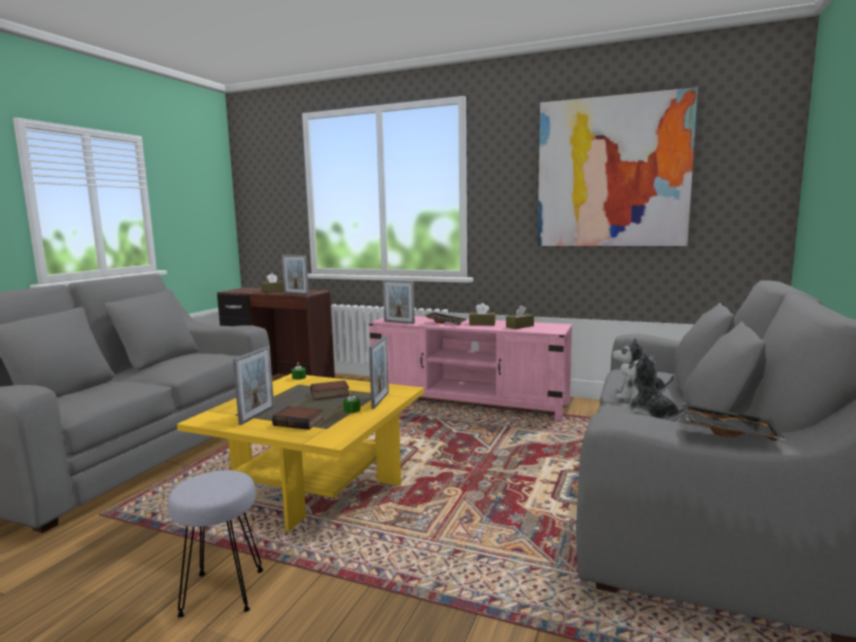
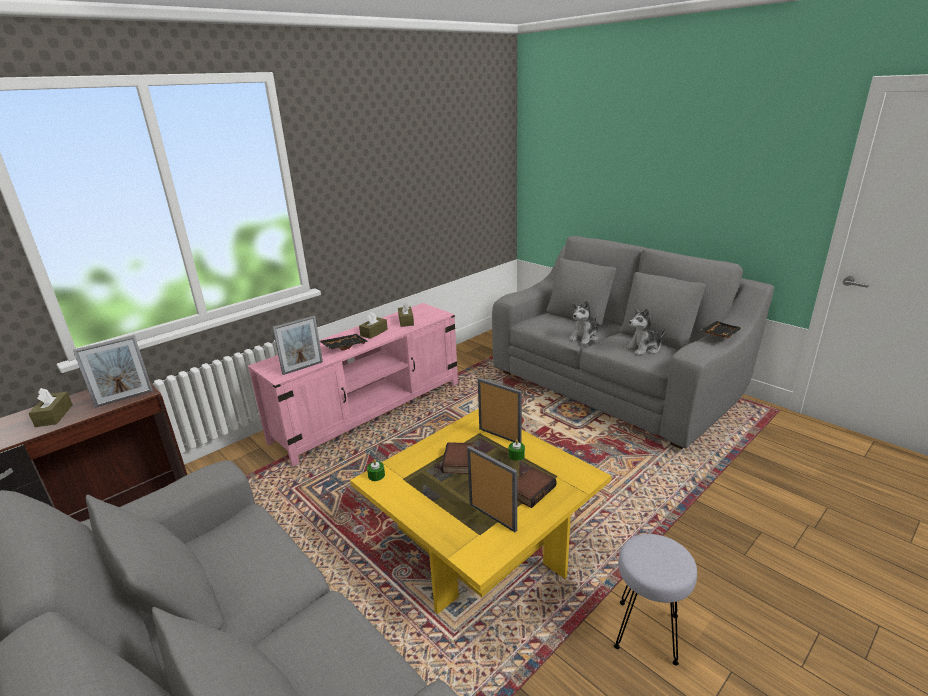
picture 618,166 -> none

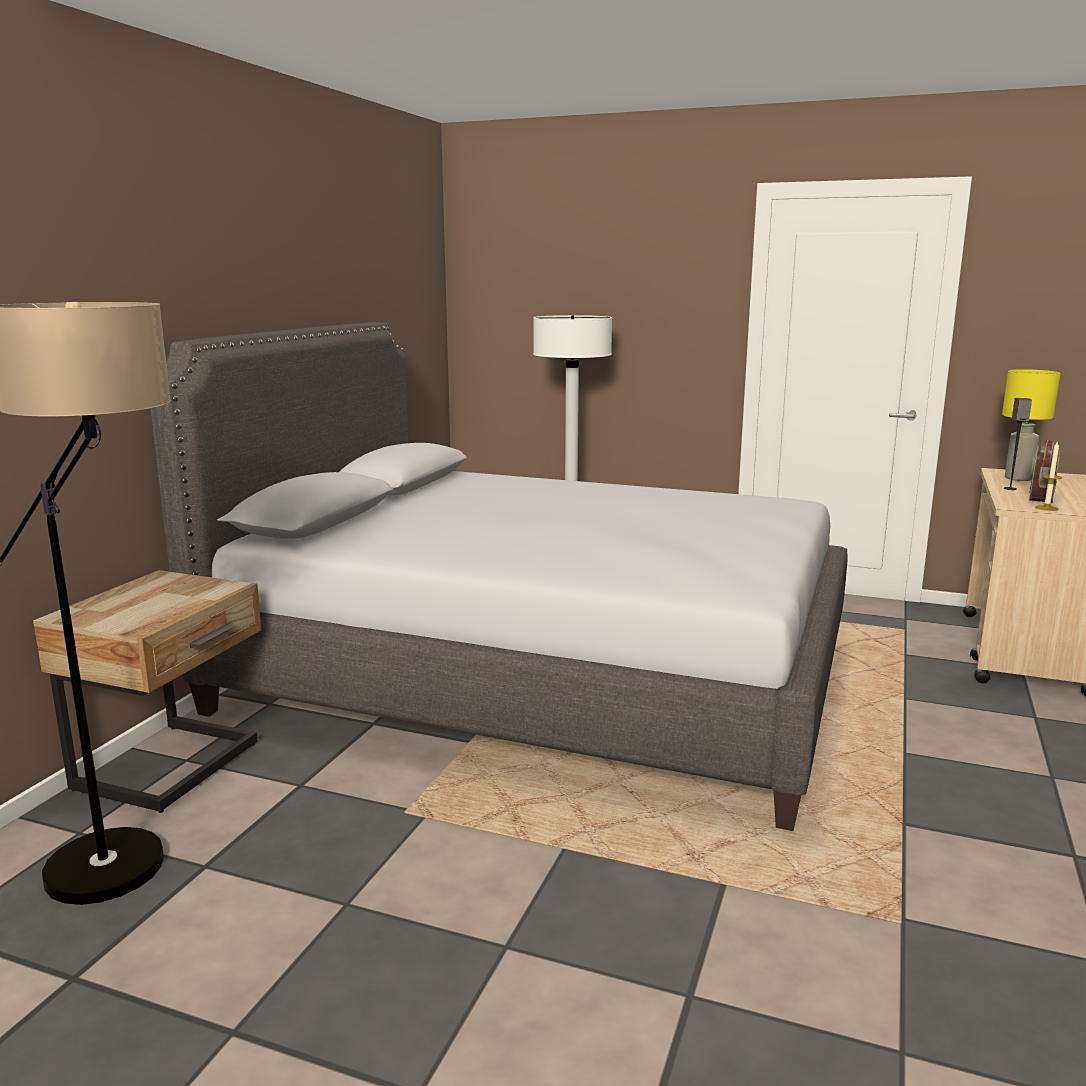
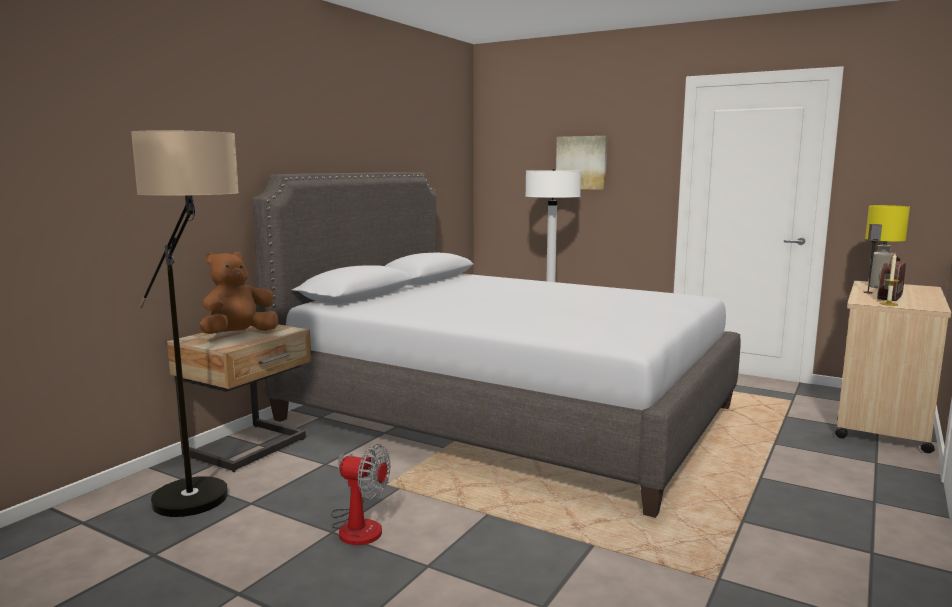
none -> picture 581,163
none -> plush toy (brown) 239,293
none -> fan 360,494

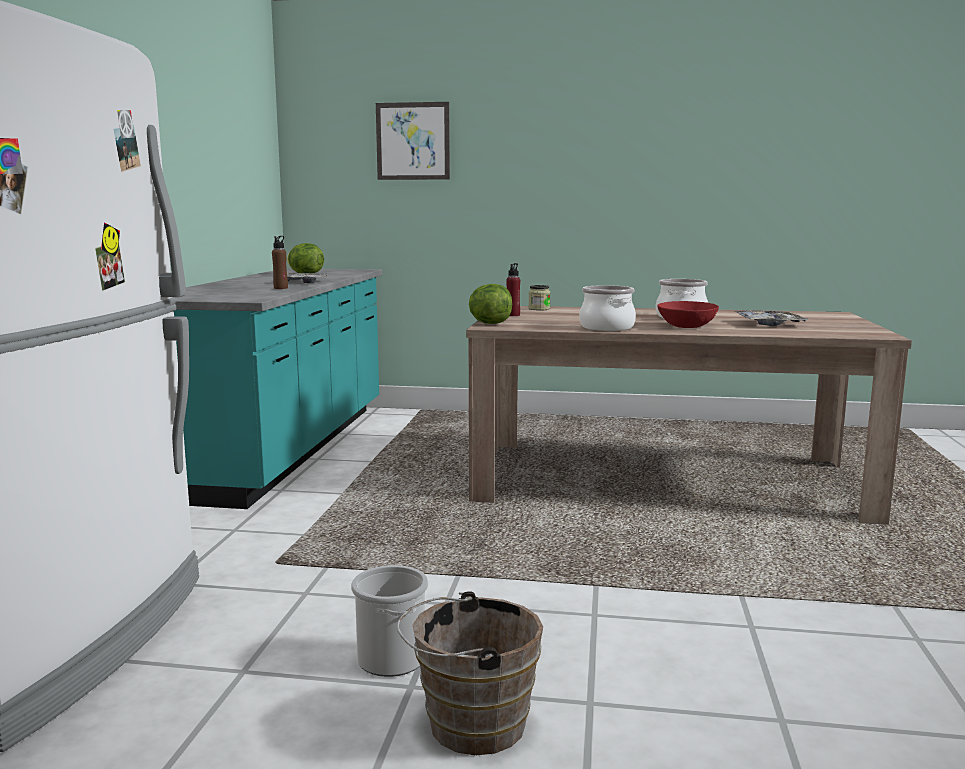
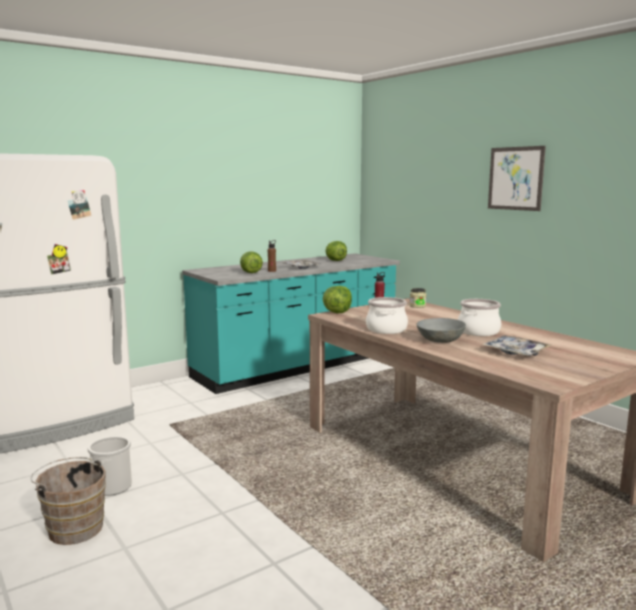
picture 413,141 -> picture 517,178, relocated
bowl (red) 688,314 -> bowl (grey) 441,330
none -> lettuce 251,262

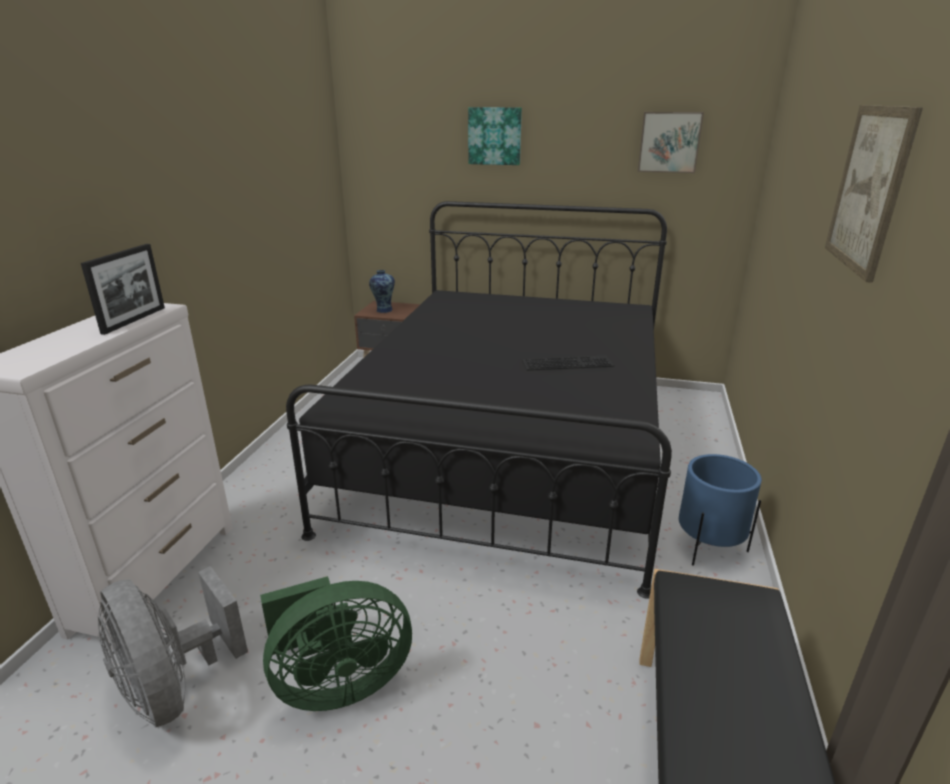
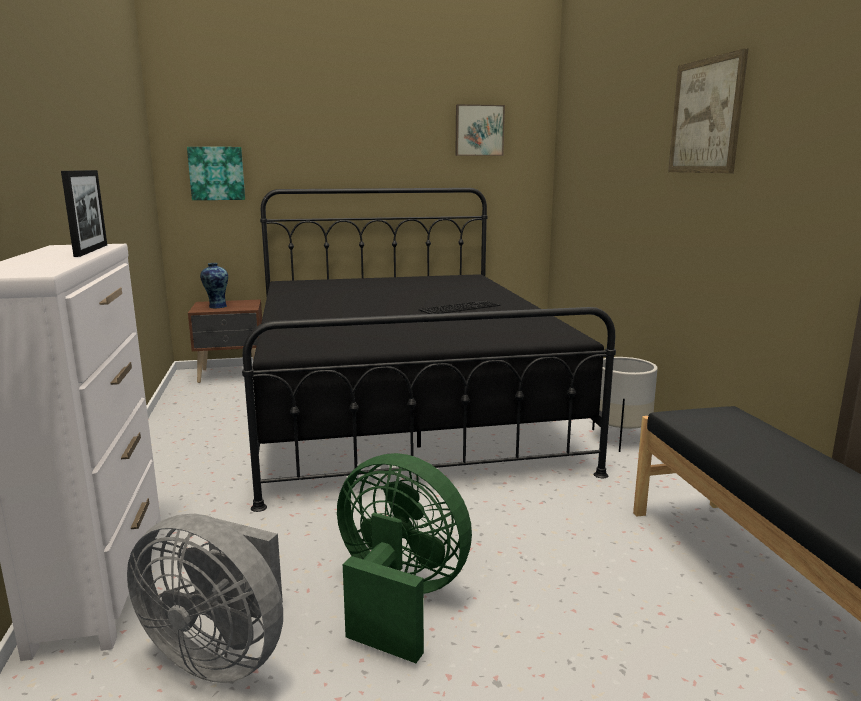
picture 495,136 -> picture 216,173, relocated
planter (blue) 720,510 -> planter (white) 625,404
fan (green) 336,643 -> fan (green) 404,558, 105 degrees counterclockwise

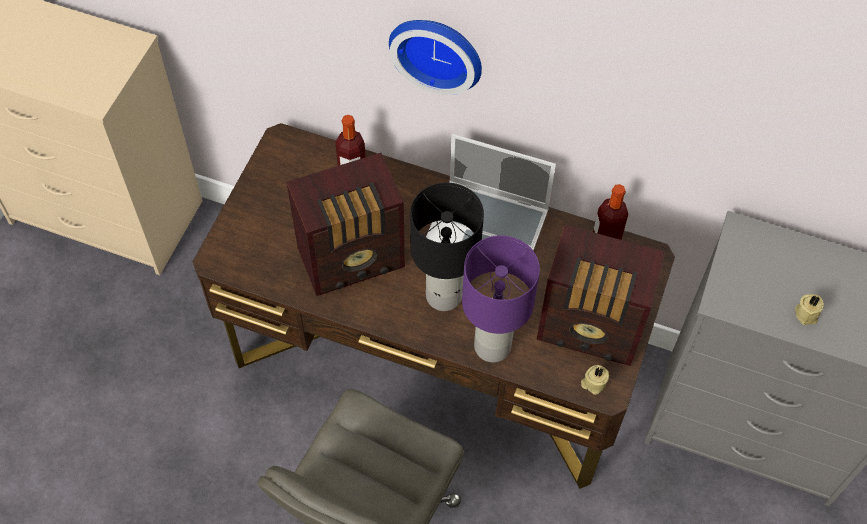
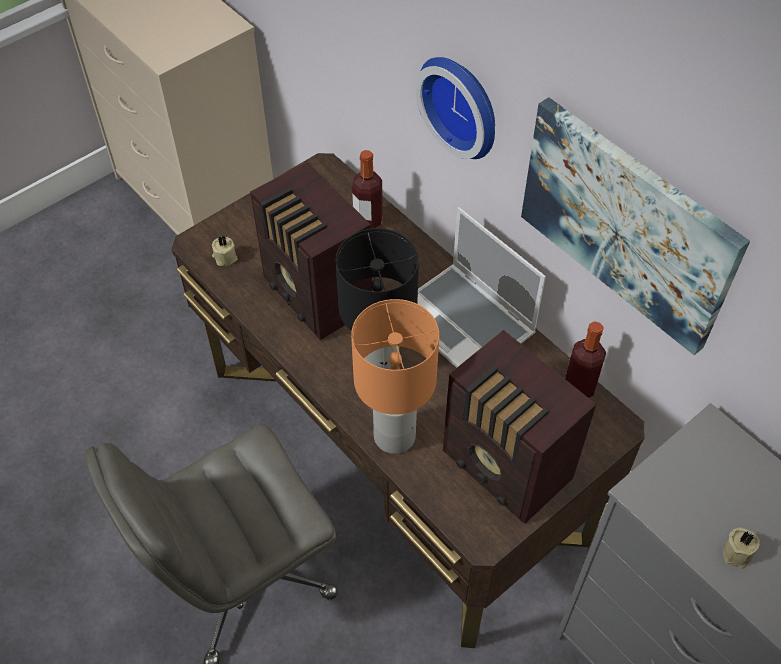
radio 346,224 -> radio 311,251, 45 degrees clockwise
table lamp (purple) 501,298 -> table lamp (orange) 395,376
candle (beige) 595,380 -> candle (beige) 225,251, relocated
none -> picture 635,226

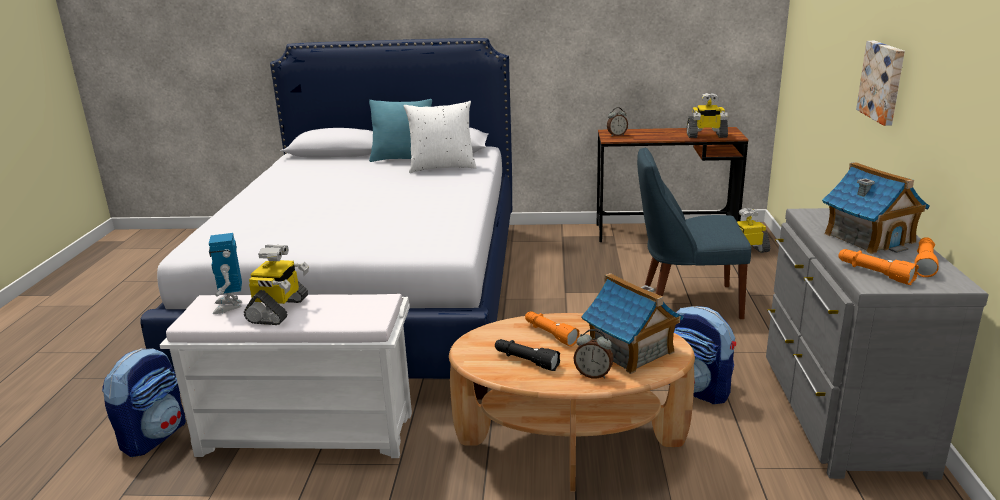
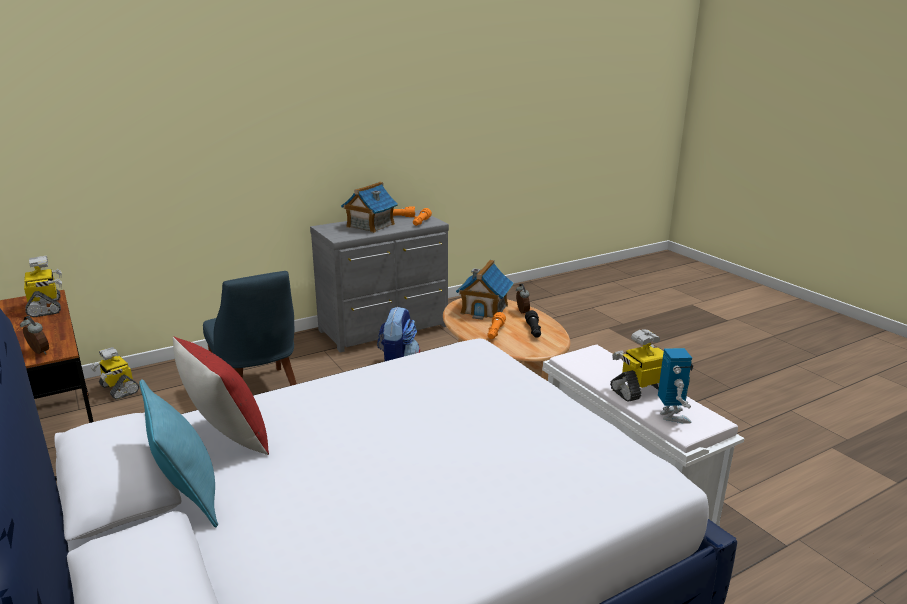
picture 880,83 -> none
pillow (white) 440,137 -> pillow (red) 221,396
toy robot 225,273 -> toy robot 675,386, 45 degrees counterclockwise
backpack 144,402 -> none

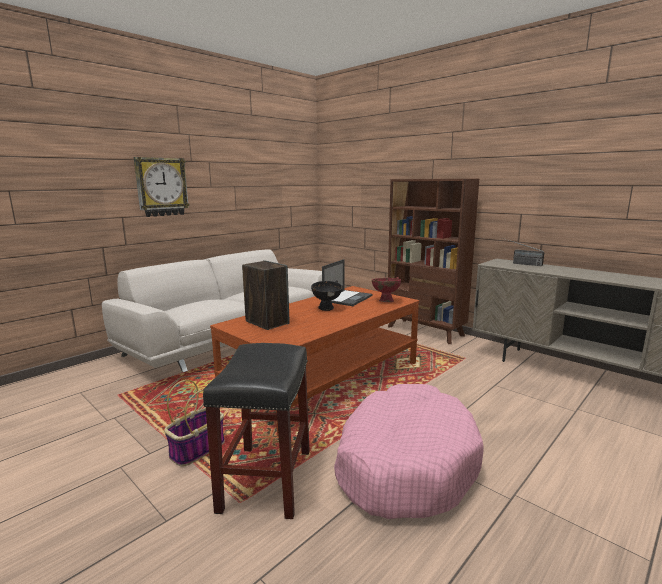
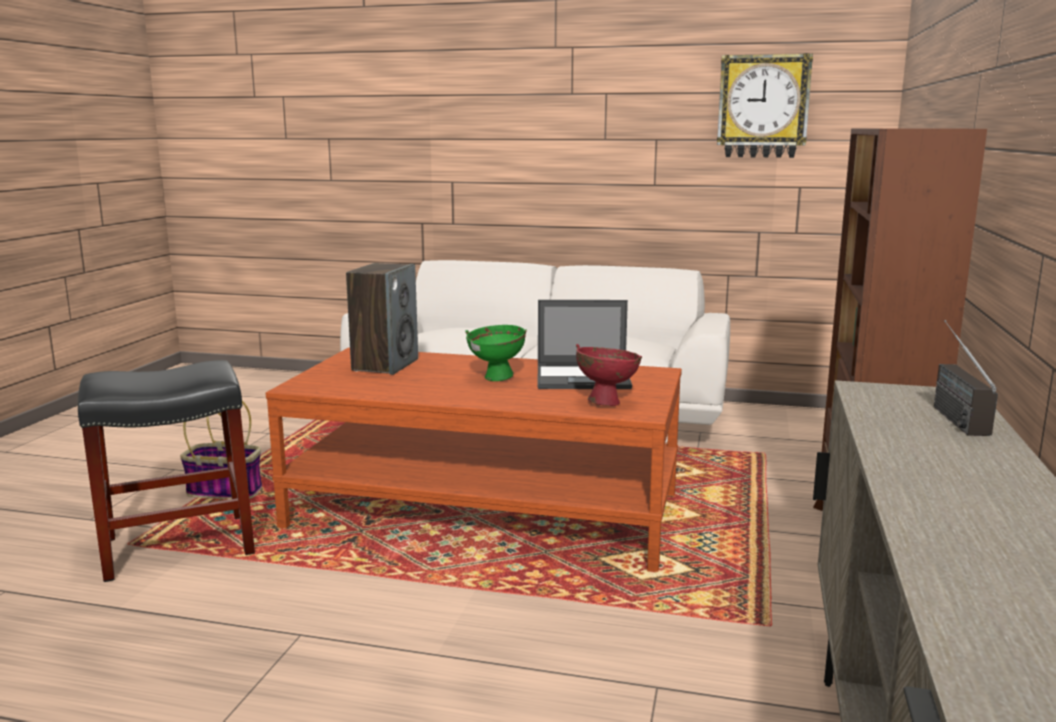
wall clock 162,187 -> wall clock 765,105, relocated
bowl (black) 326,295 -> bowl (green) 496,353
dog bed (pink) 408,451 -> none

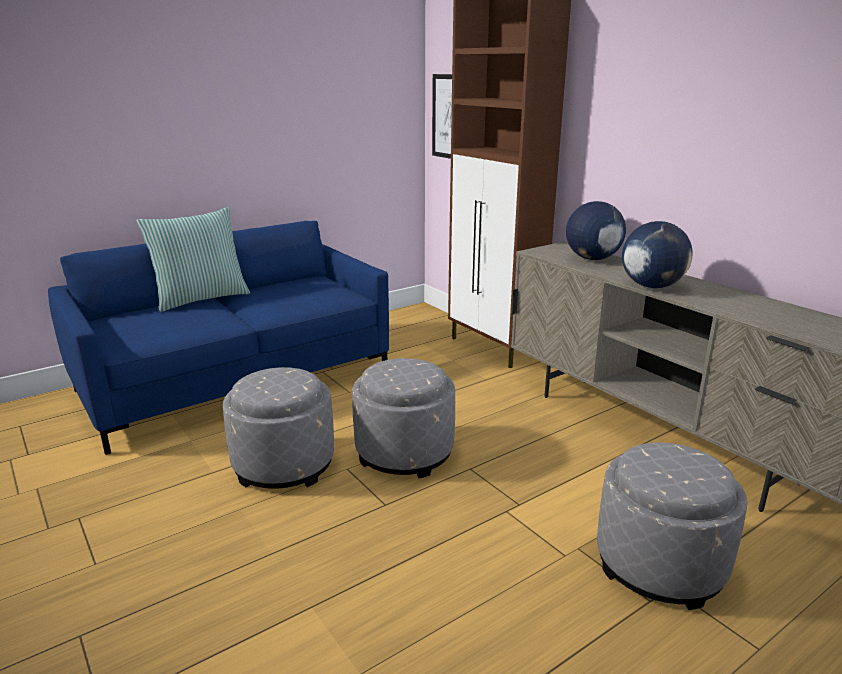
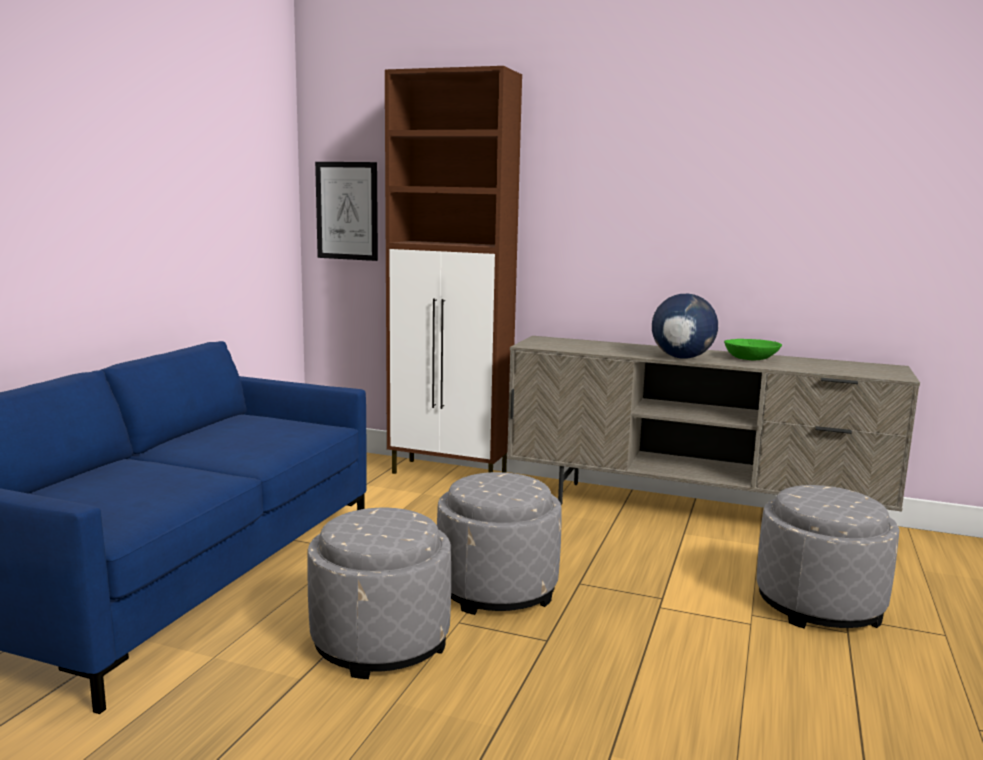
globe 596,230 -> none
pillow 193,259 -> none
none -> bowl (green) 753,349

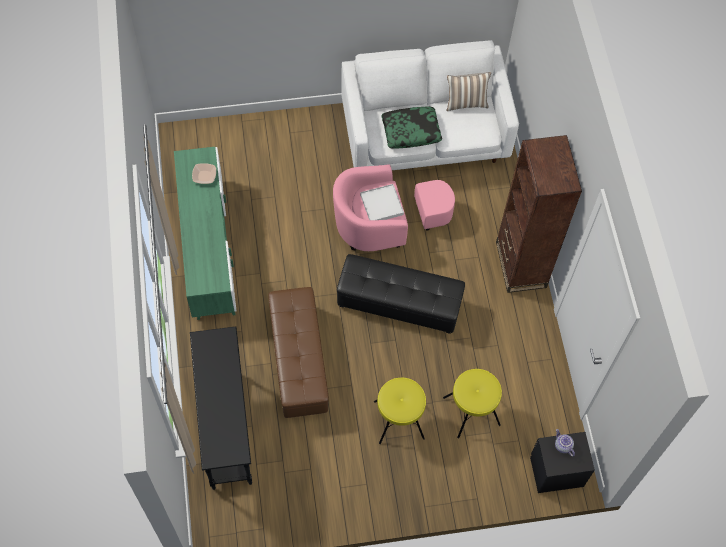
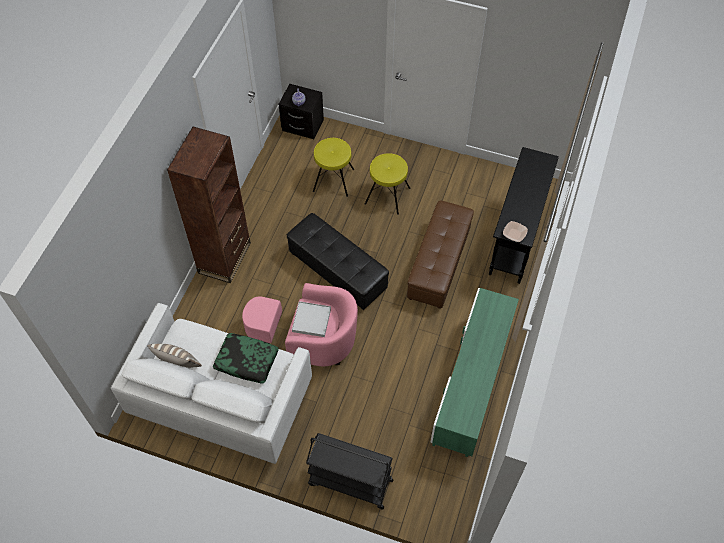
bowl 204,173 -> bowl 515,231, relocated
none -> cart (black) 350,471

